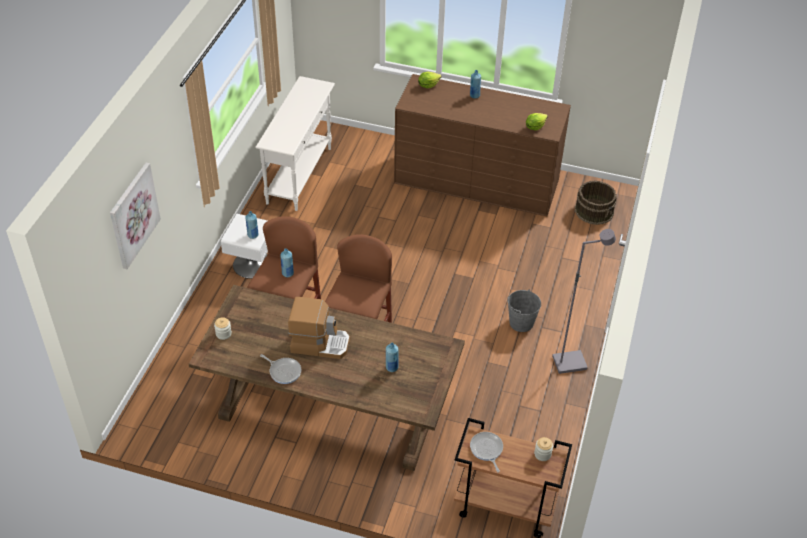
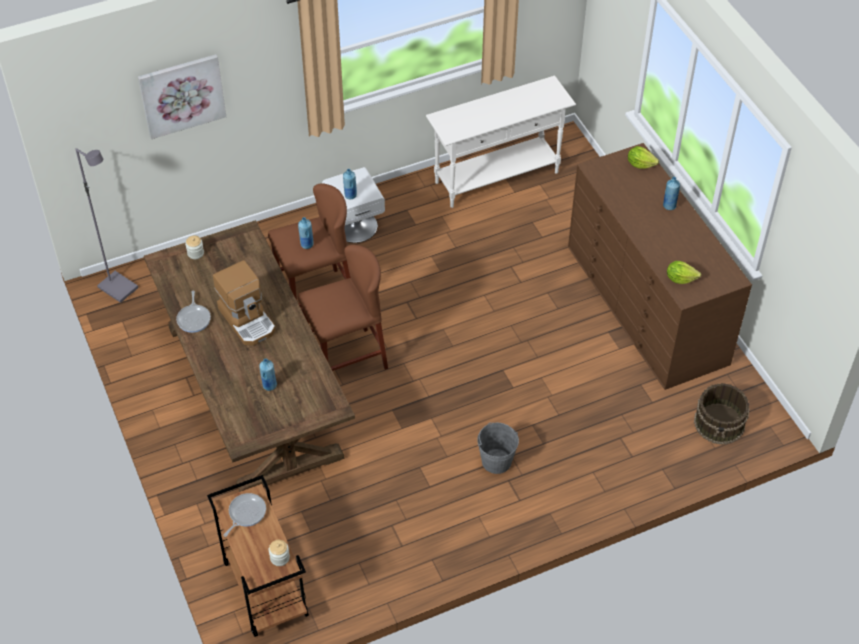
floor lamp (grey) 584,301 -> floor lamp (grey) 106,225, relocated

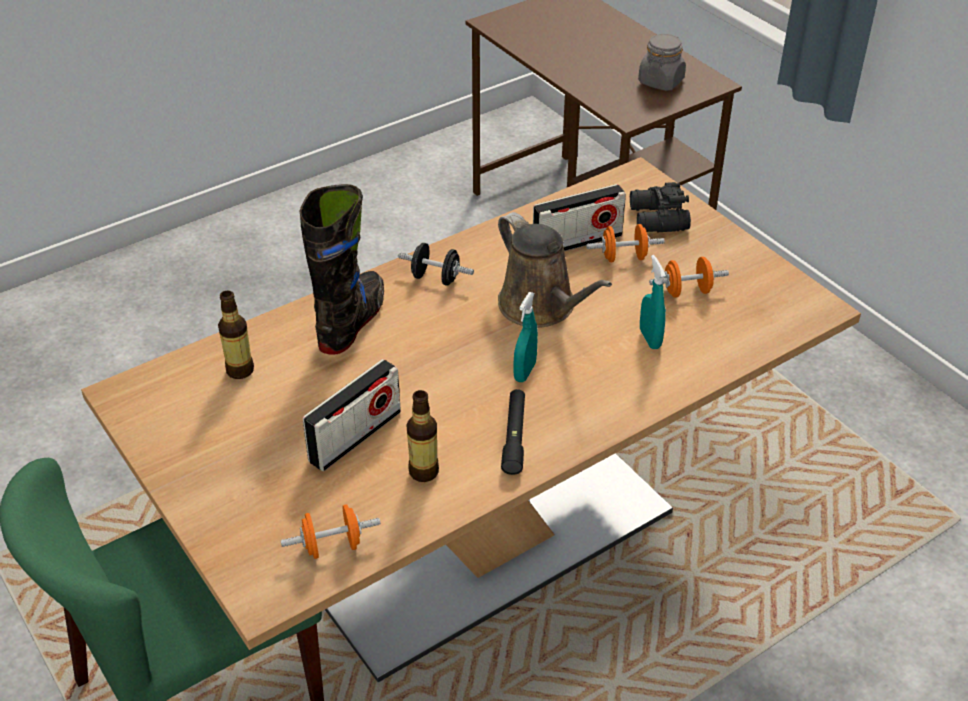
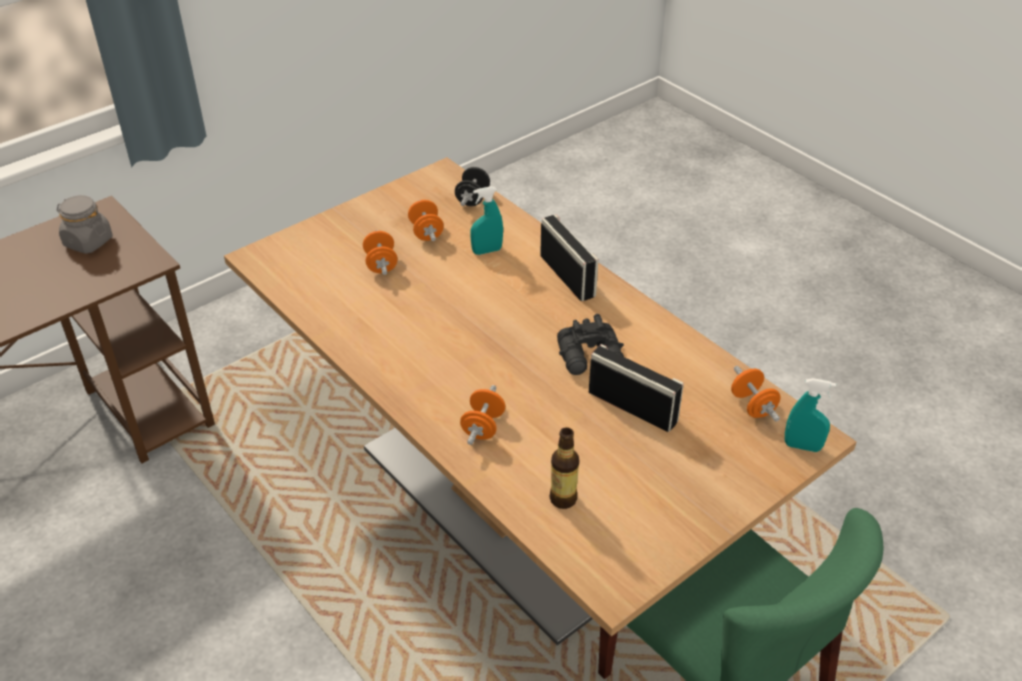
binoculars (black) 660,207 -> binoculars (black) 590,344, relocated
boot (black) 341,269 -> dumbbell (orange) 482,415
radio 579,217 -> radio 569,257, relocated
watering can (brown) 555,270 -> none
dumbbell (black) 436,264 -> dumbbell (black) 472,186, relocated
spray bottle (turquoise) 526,337 -> spray bottle (turquoise) 810,415, relocated
flashlight (black) 513,432 -> none
bottle 422,436 -> none

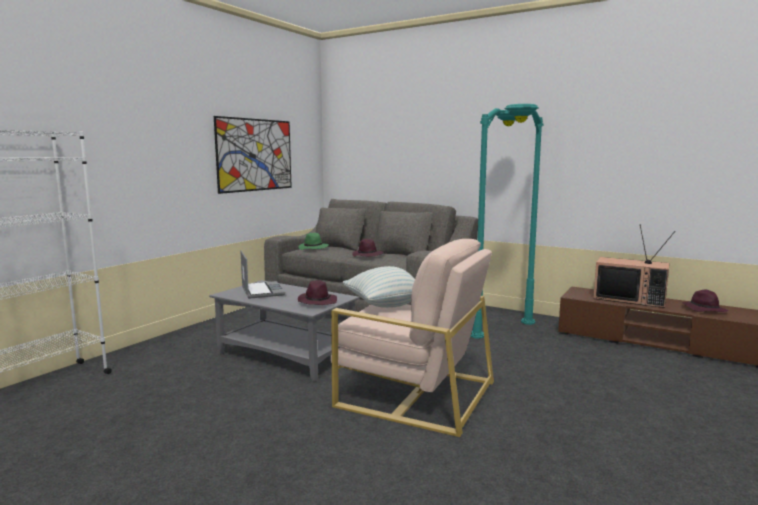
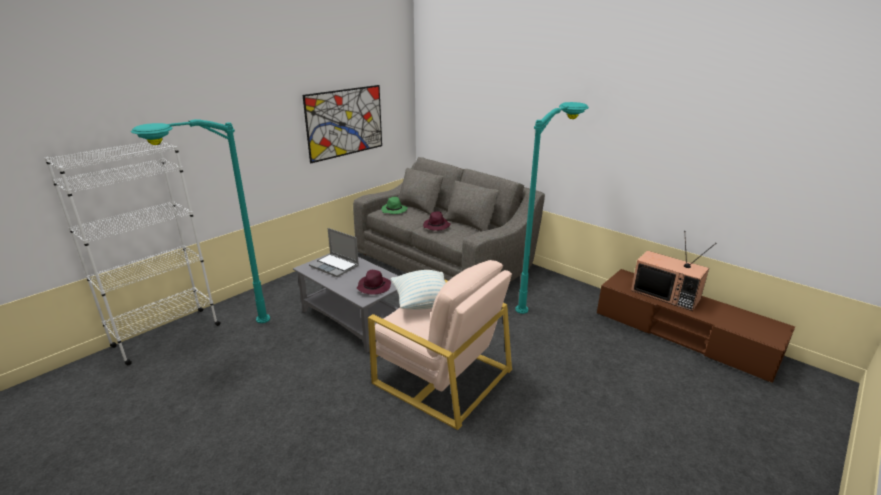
floor lamp (turquoise) 523,214 -> floor lamp (turquoise) 200,221, relocated
laptop 262,274 -> laptop 334,252, 135 degrees clockwise
hat (purple) 705,301 -> none

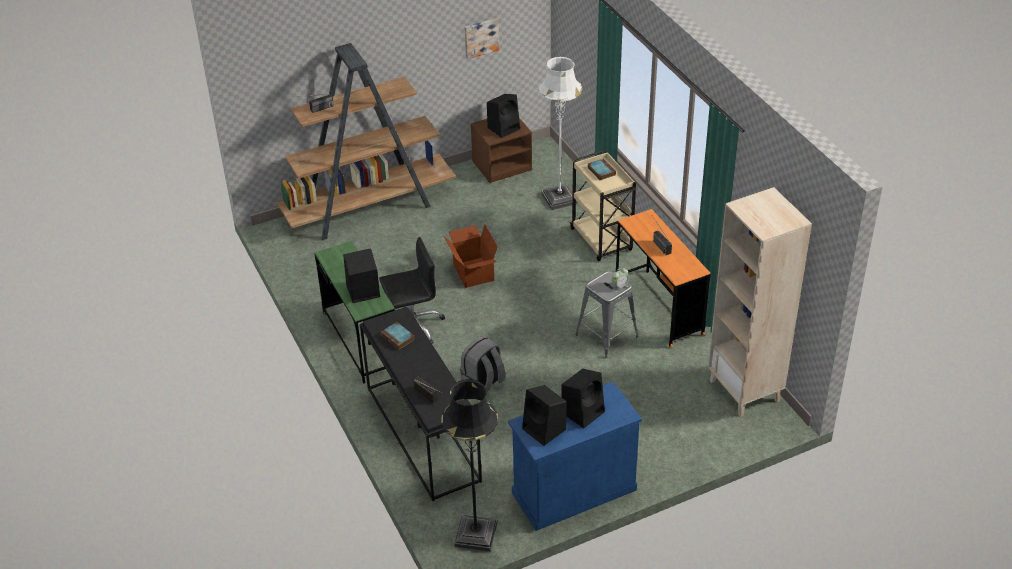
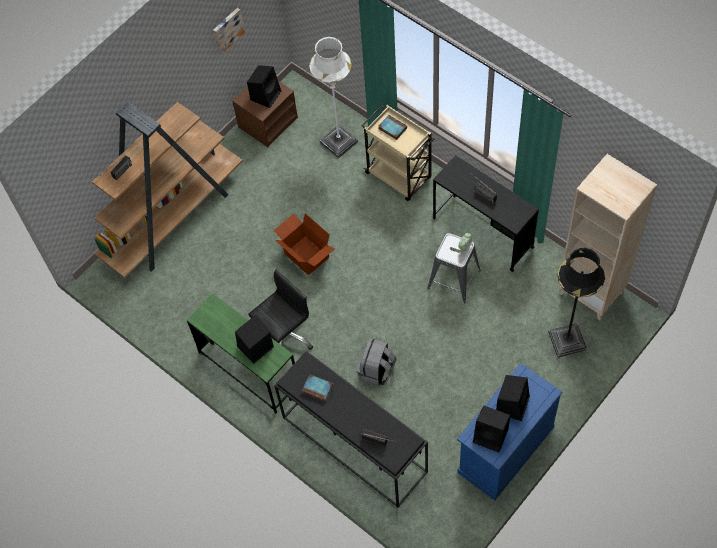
desk (orange) 663,278 -> desk (black) 486,213
floor lamp (black) 470,465 -> floor lamp (black) 576,303, relocated

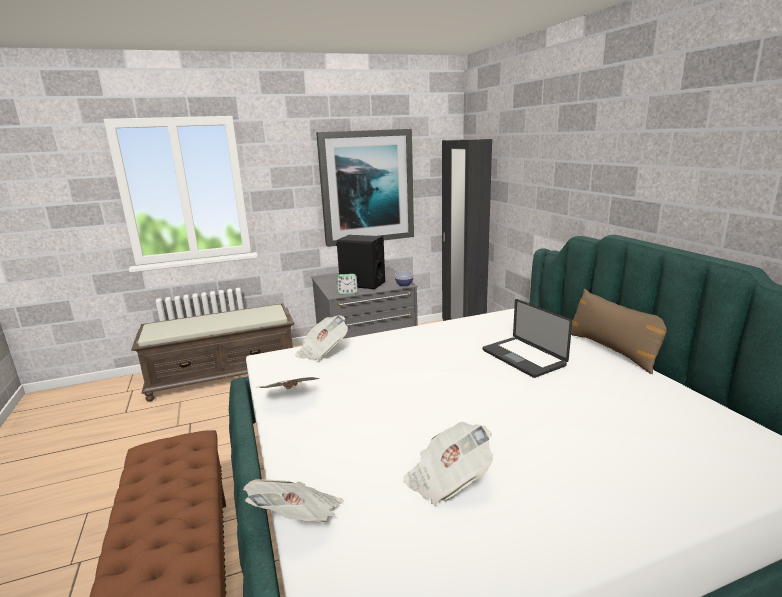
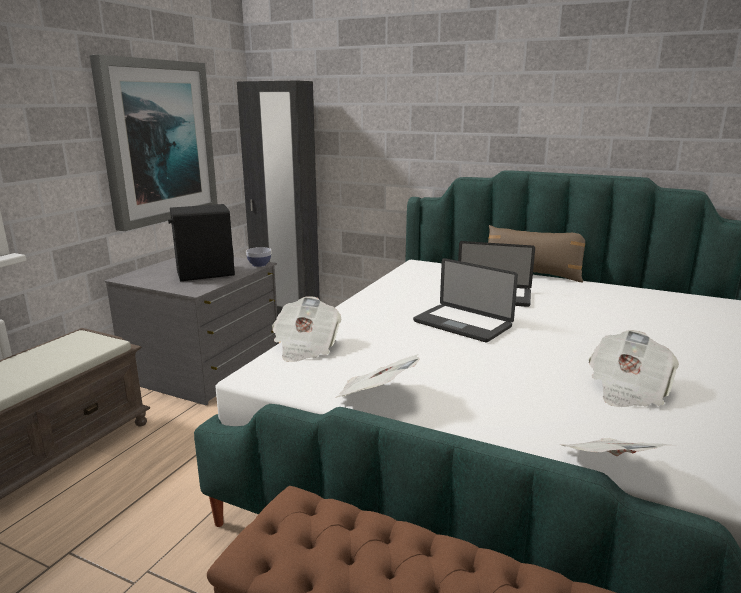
alarm clock 347,284 -> none
none -> laptop 465,300

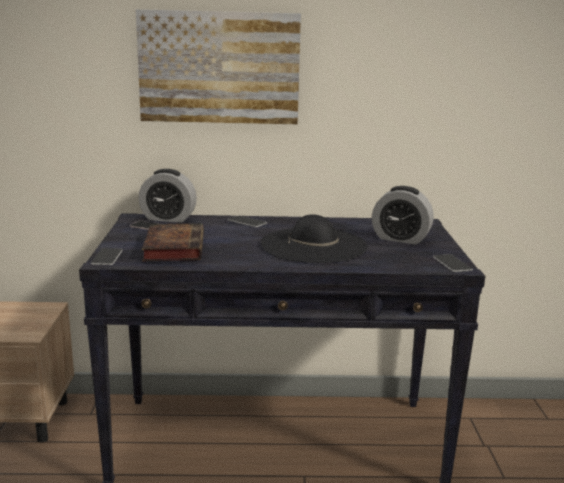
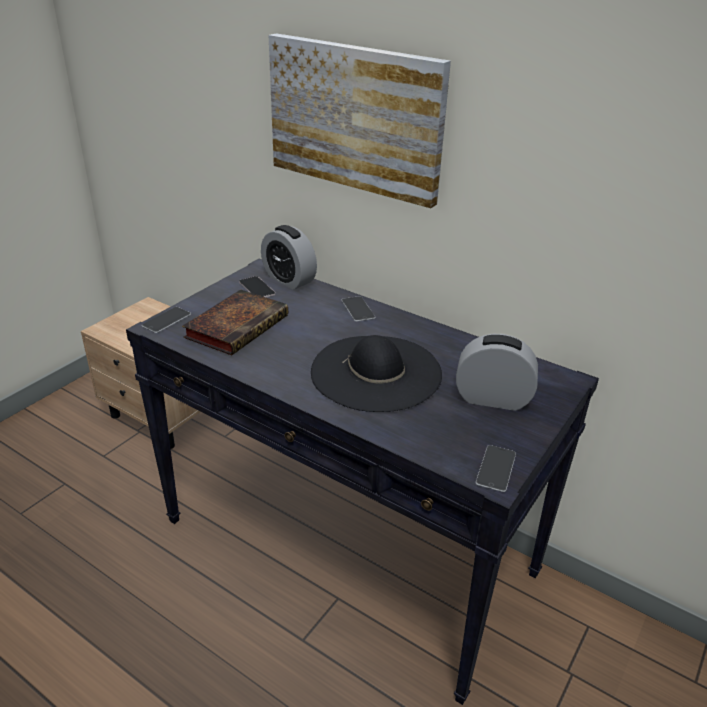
alarm clock 403,215 -> alarm clock 497,372, 135 degrees clockwise

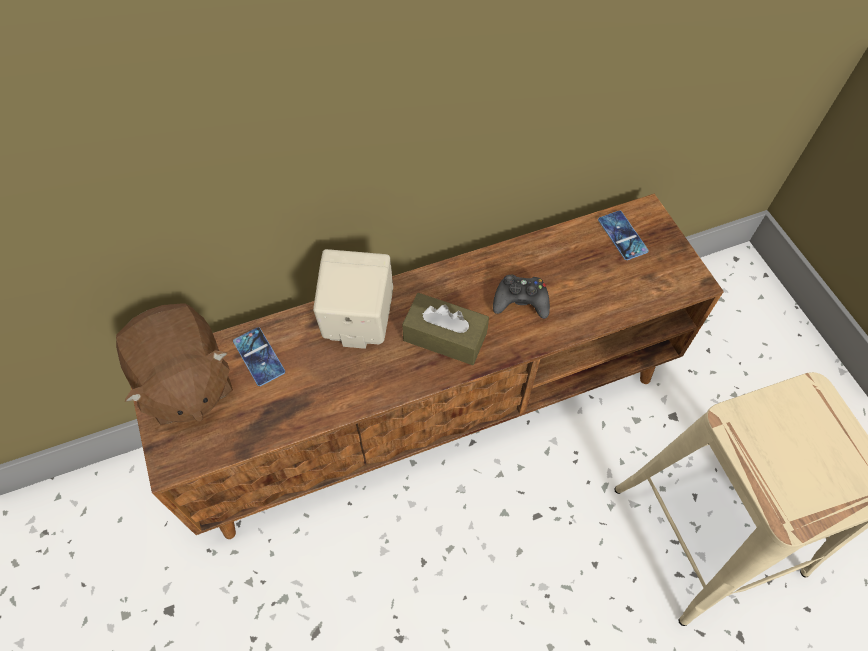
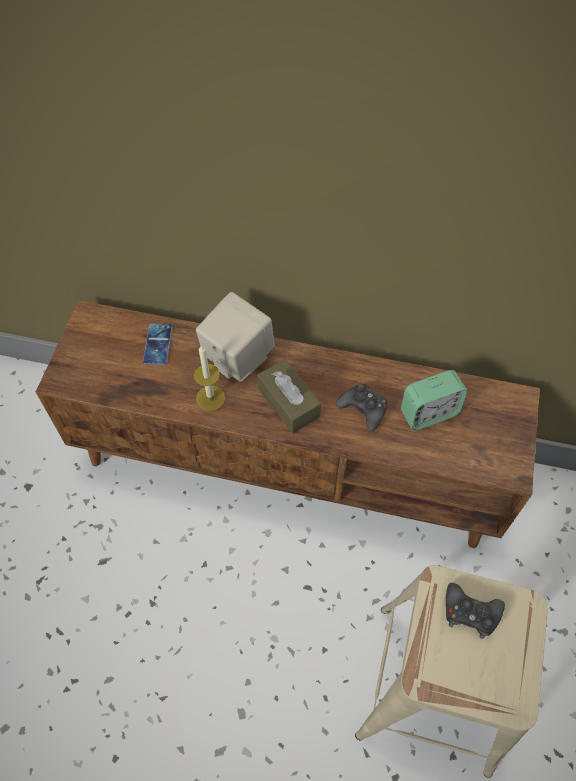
phone 623,235 -> none
plush toy (brown) 174,364 -> none
none -> candle 209,378
none -> alarm clock 434,400
none -> game controller (black) 475,611

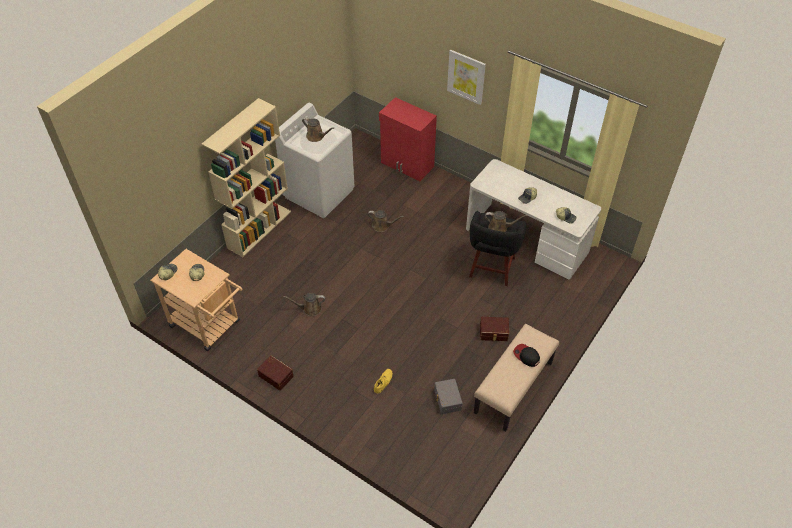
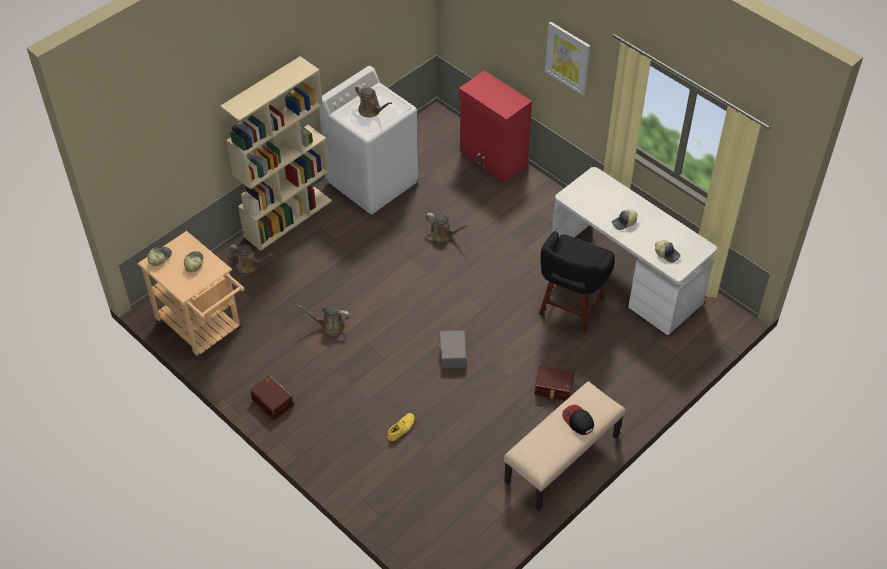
watering can (brown) 506,221 -> watering can (brown) 251,259, relocated
storage box (grey) 448,396 -> storage box (grey) 452,349, relocated

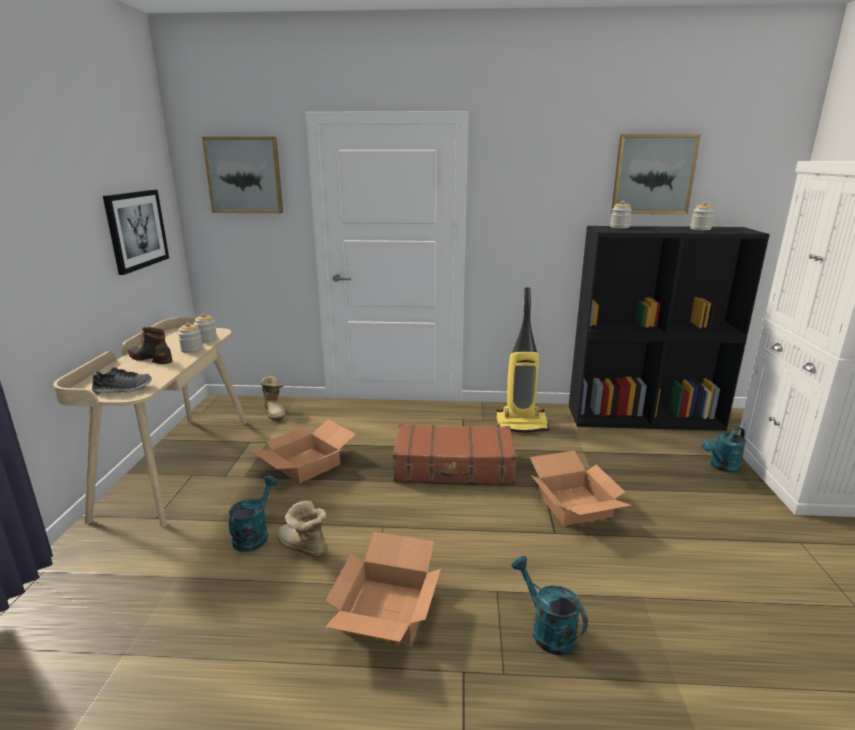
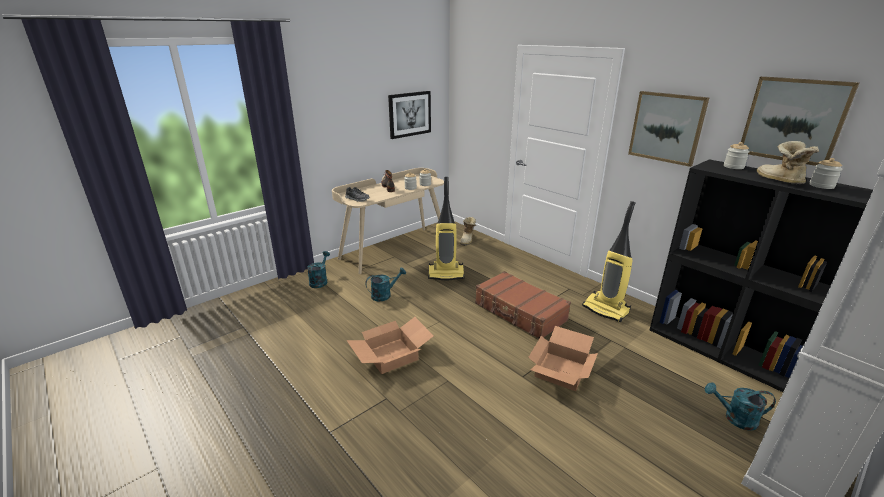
picture 242,175 -> picture 668,129, relocated
cardboard box 303,451 -> vacuum cleaner 446,229
boot 302,529 -> boot 788,162, relocated
watering can (turquoise) 550,605 -> watering can (turquoise) 318,269, relocated

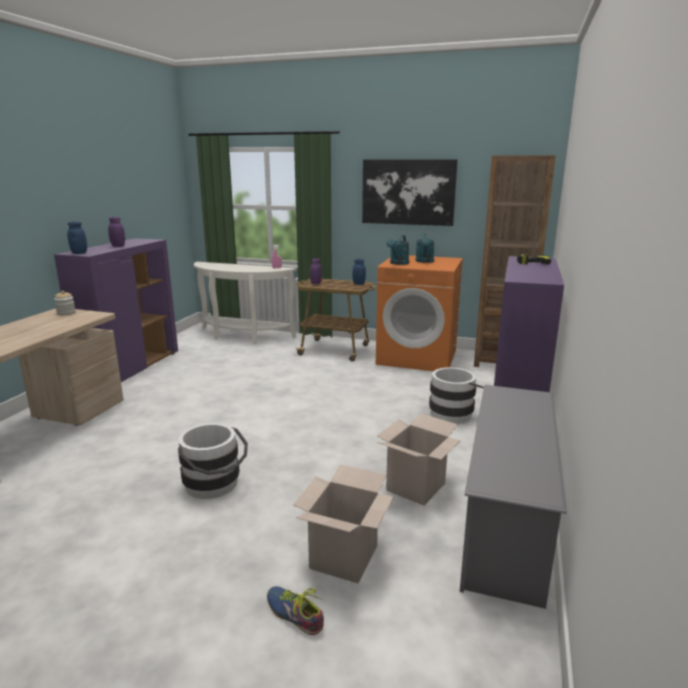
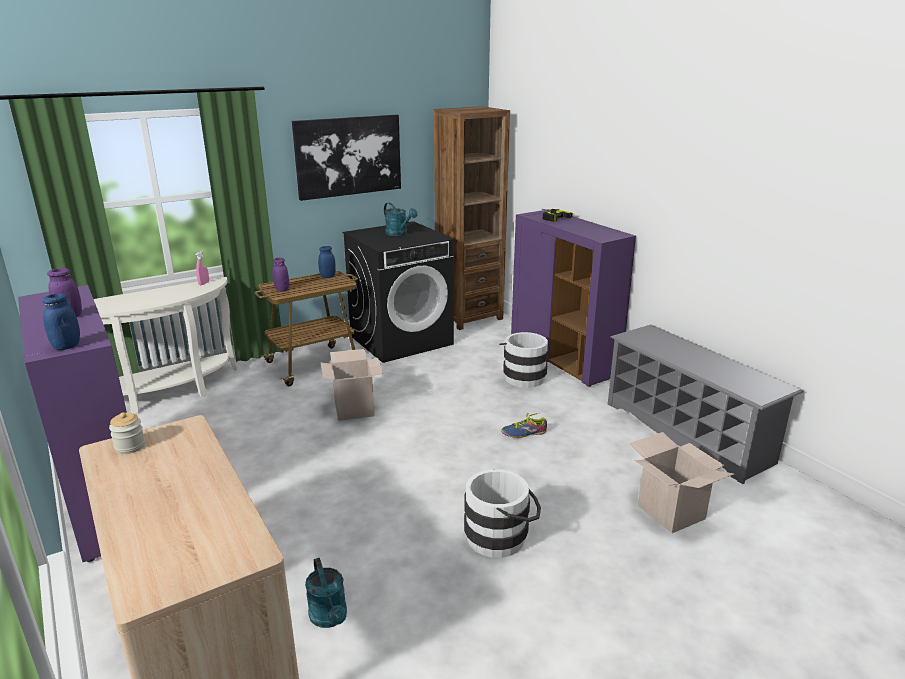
watering can (turquoise) 398,250 -> watering can (turquoise) 326,593, relocated
washing machine (orange) 419,313 -> washing machine (black) 398,292
cardboard box 419,459 -> cardboard box 352,385, relocated
shoe 295,610 -> shoe 524,425, relocated

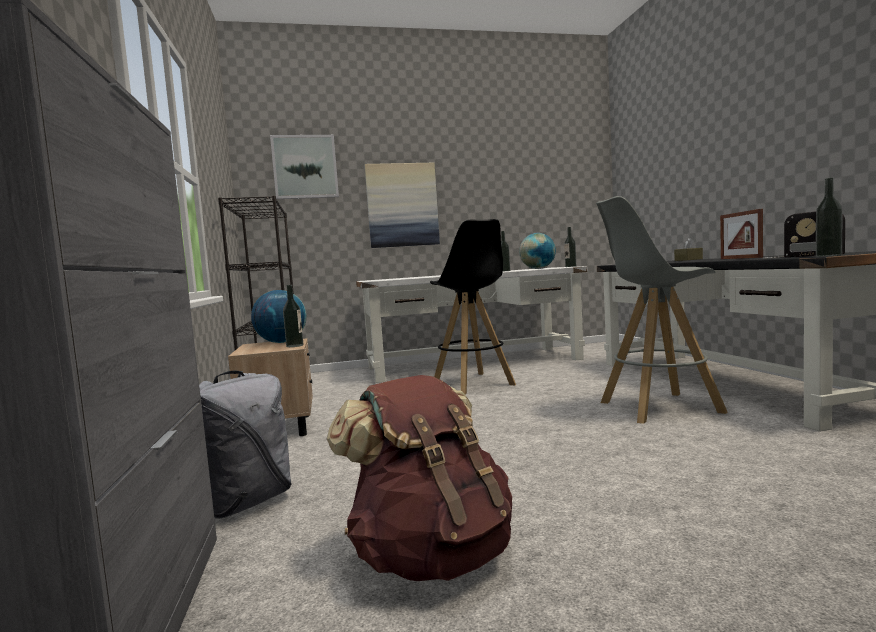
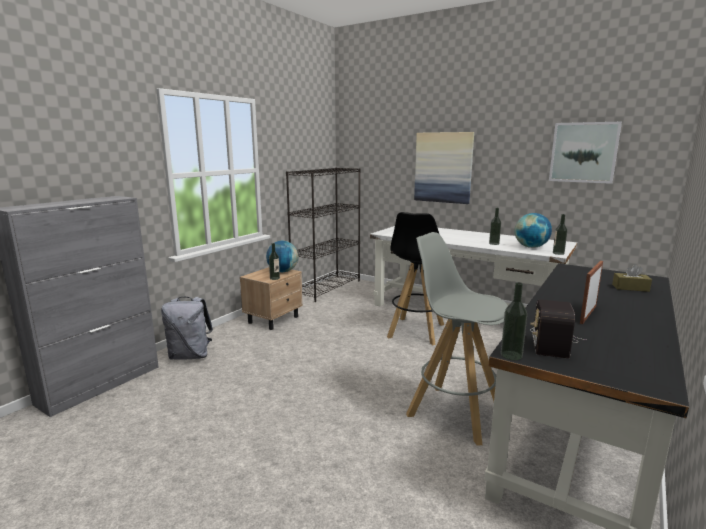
picture 304,167 -> picture 585,153, relocated
backpack (brown) 419,478 -> none

